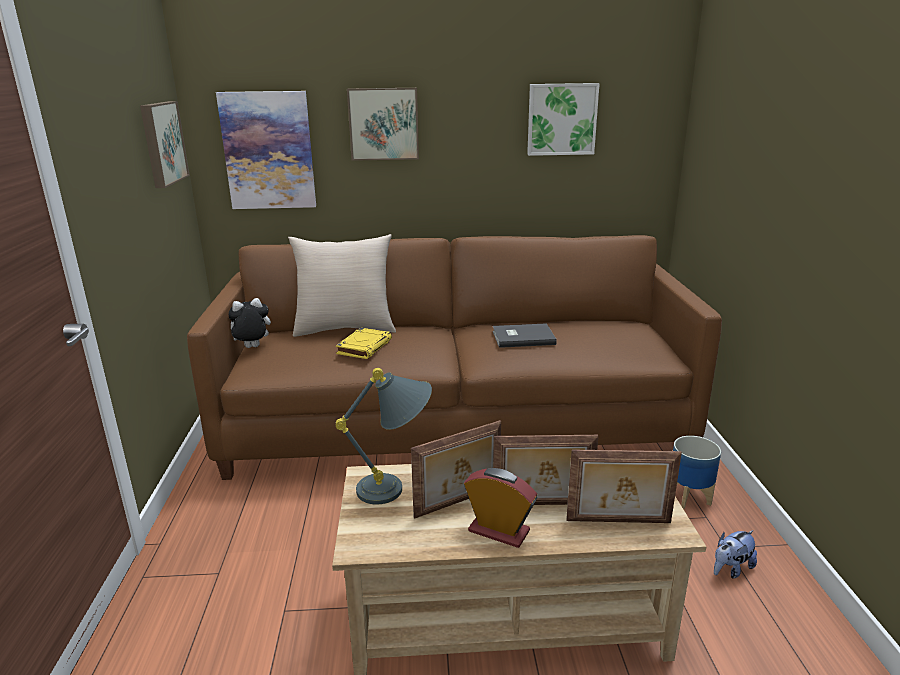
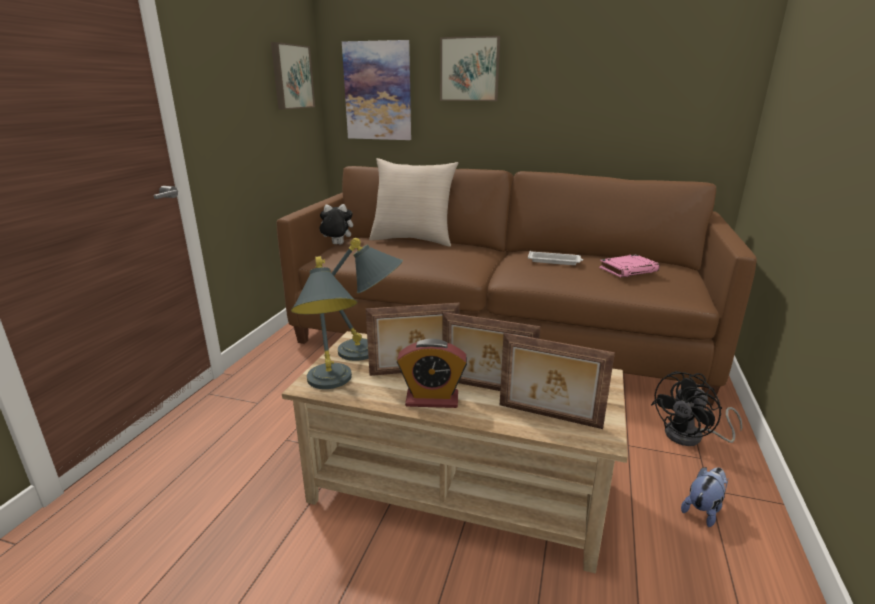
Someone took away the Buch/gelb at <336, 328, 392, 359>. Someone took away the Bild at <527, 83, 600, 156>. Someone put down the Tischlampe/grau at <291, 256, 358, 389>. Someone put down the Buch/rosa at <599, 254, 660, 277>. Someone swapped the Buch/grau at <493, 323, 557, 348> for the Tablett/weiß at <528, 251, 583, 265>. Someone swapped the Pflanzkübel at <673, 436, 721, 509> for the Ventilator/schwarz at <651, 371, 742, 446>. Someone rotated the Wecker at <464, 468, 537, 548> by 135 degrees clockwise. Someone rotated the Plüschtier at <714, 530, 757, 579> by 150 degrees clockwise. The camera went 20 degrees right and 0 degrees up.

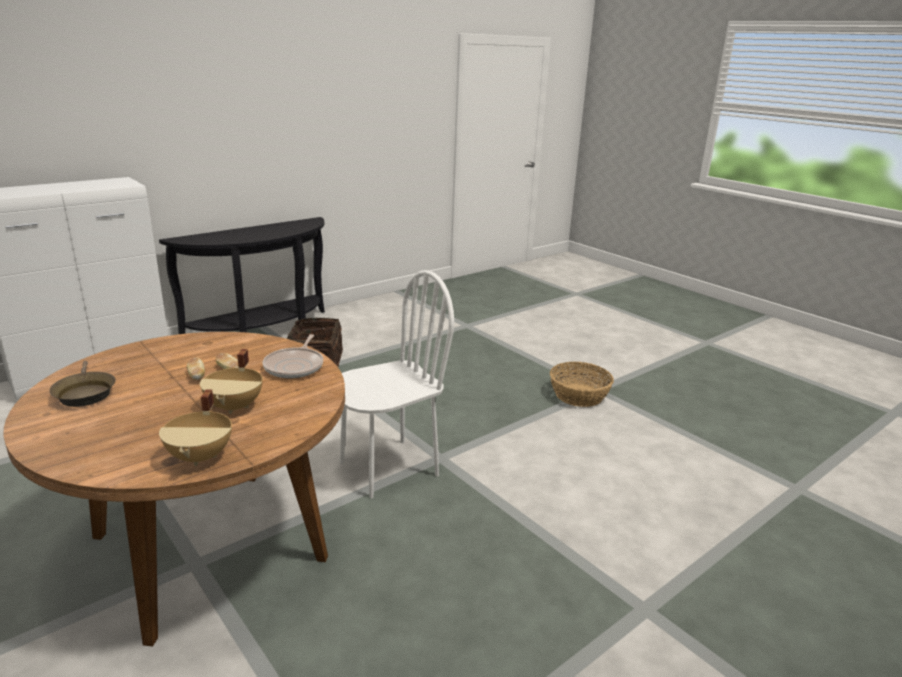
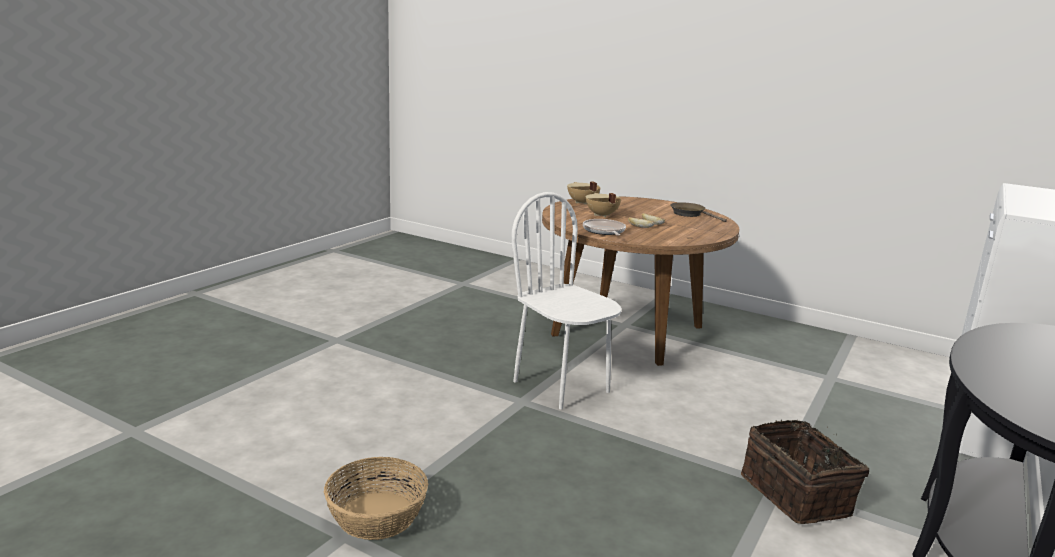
Someone rotated the Stuhl/weiß at <340, 270, 454, 498> by 105 degrees clockwise. The camera went 160 degrees right and 5 degrees down.

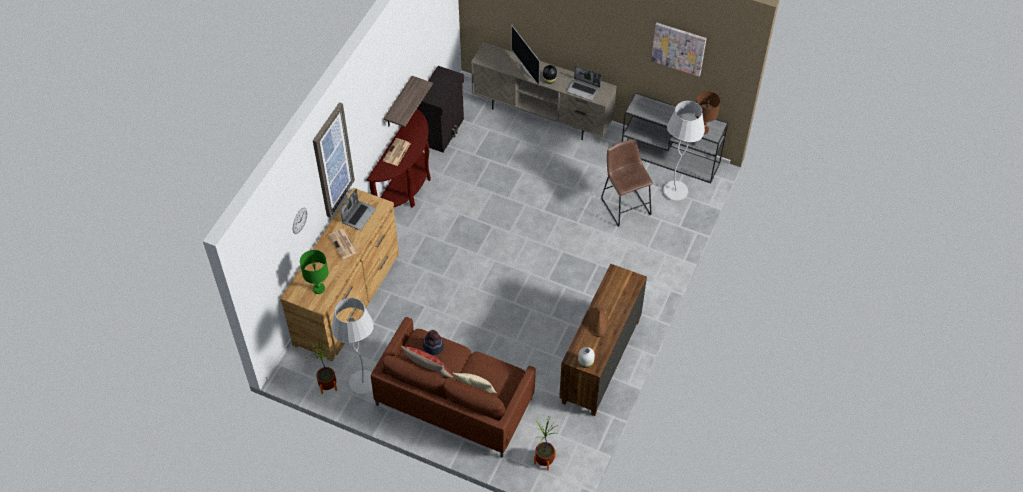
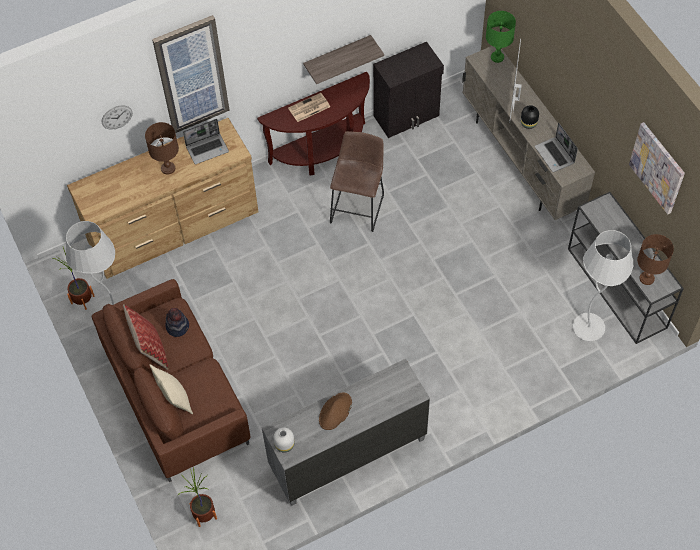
Someone carried the Tischlampe/grün from <300, 250, 329, 294> to <486, 11, 516, 63>. Someone carried the Hocker/braun from <601, 139, 653, 227> to <330, 131, 384, 232>. Someone swapped the Zeitung at <329, 229, 358, 259> for the Tischlampe/braun at <145, 122, 179, 174>. Someone repainted the Kommode/braun at <559, 264, 647, 416>, which became the Kommode/grau at <262, 359, 430, 506>. The camera went 40 degrees right and 5 degrees up.

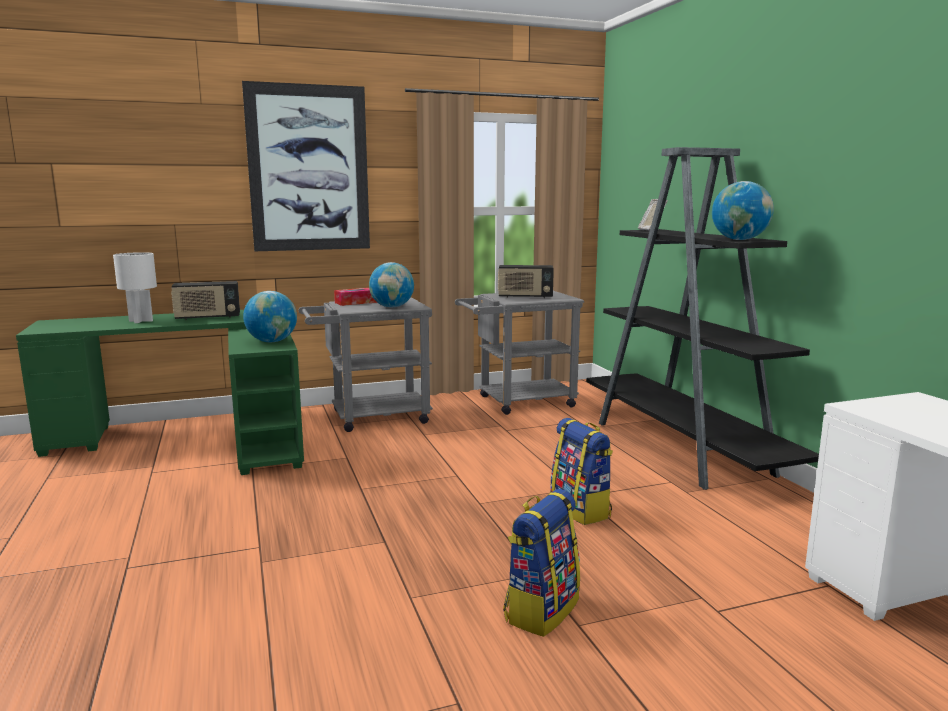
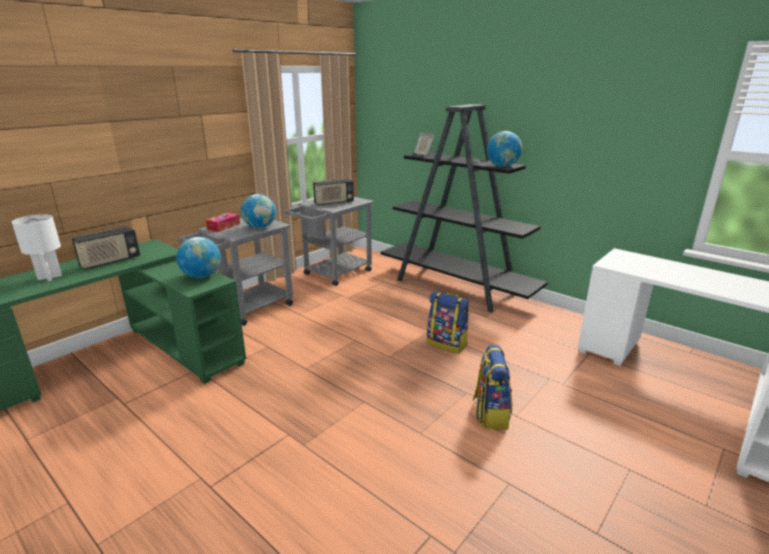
Someone took away the Bild at <242, 81, 370, 251>. The camera went 30 degrees left and 10 degrees up.

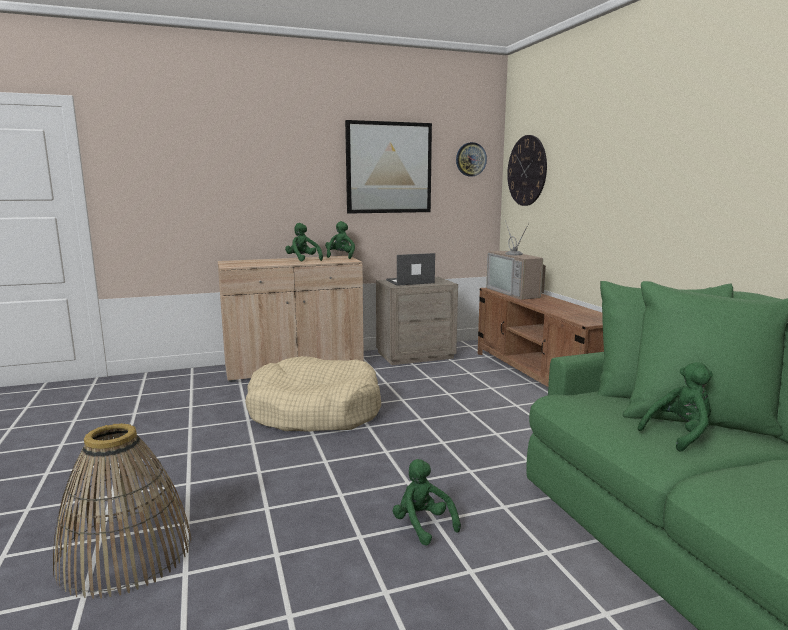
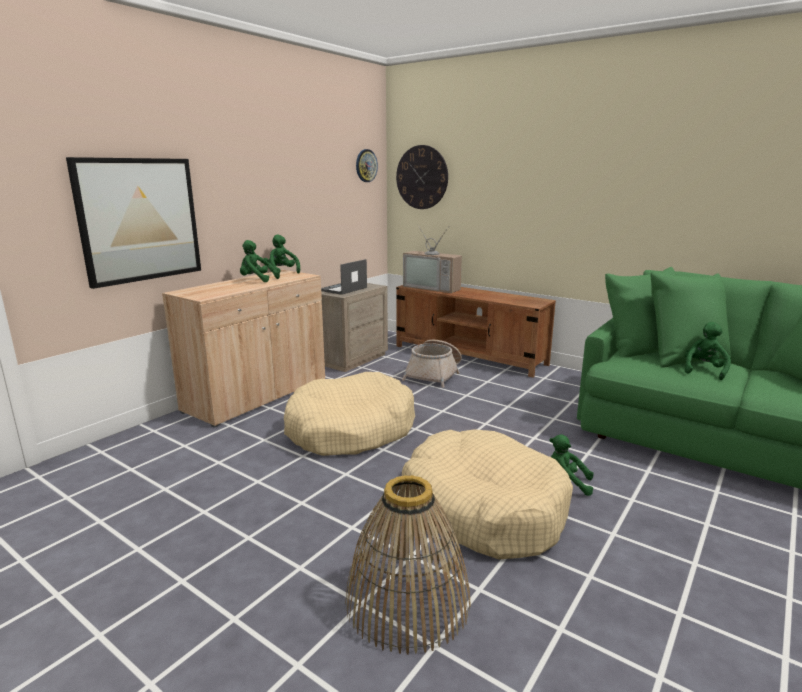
Someone put down the Korb at <402, 340, 462, 388>. Someone put down the Hundebett/beige at <402, 429, 573, 559>. Someone carried the Bild from <345, 120, 432, 214> to <66, 157, 201, 289>. The camera went 35 degrees left and 5 degrees up.

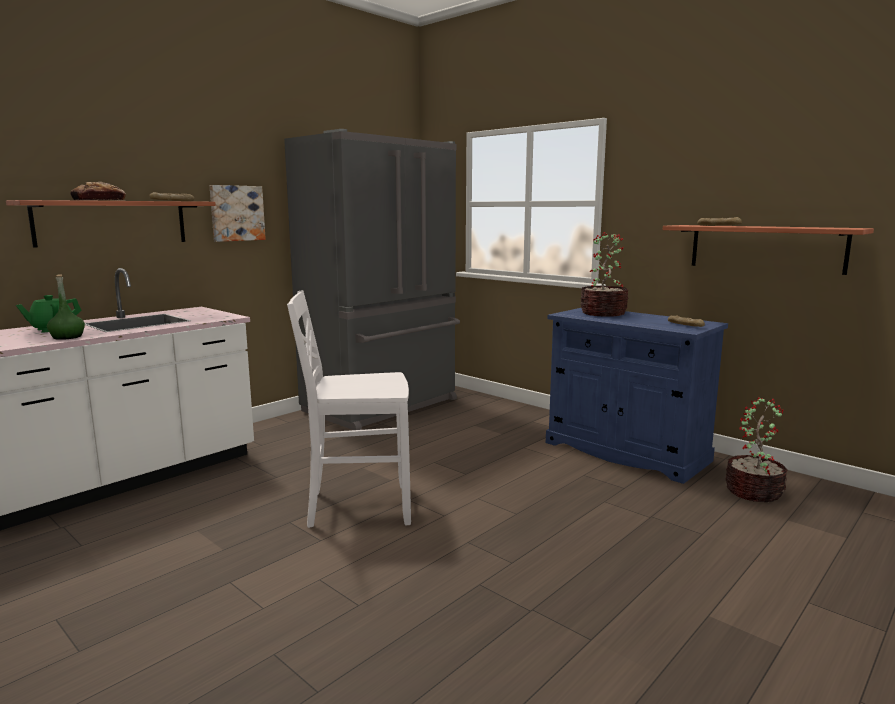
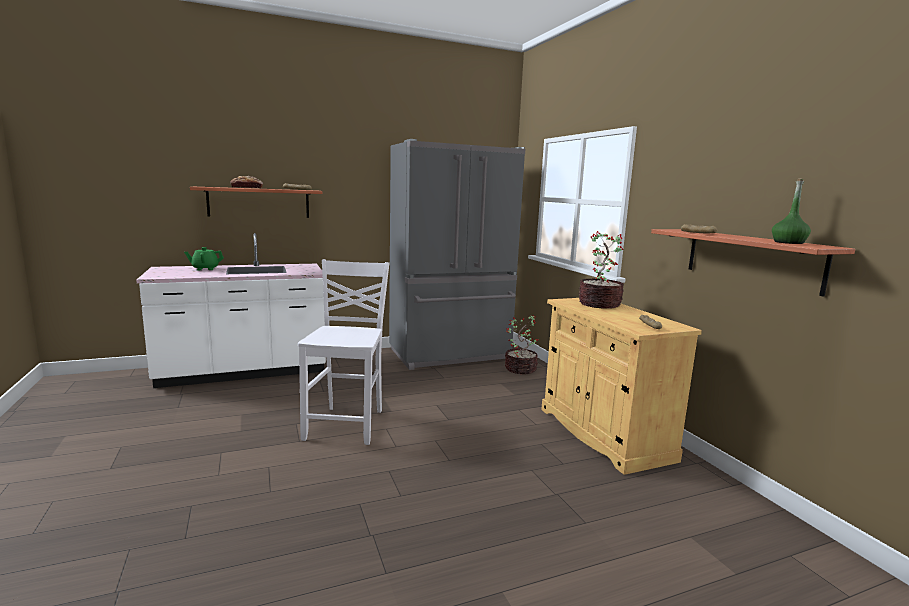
Someone took away the Bild at <209, 185, 266, 242>. Someone carried the Flasche/grün from <47, 274, 85, 340> to <772, 179, 811, 244>. Someone carried the Topfpflanze from <725, 397, 787, 502> to <505, 315, 538, 374>. Someone repainted the Schrank/blau at <546, 308, 728, 484>, which became the Schrank/beige at <541, 298, 702, 475>. Someone rotated the Stuhl/weiß at <287, 290, 411, 528> by 75 degrees clockwise. The camera went 25 degrees right and 0 degrees up.

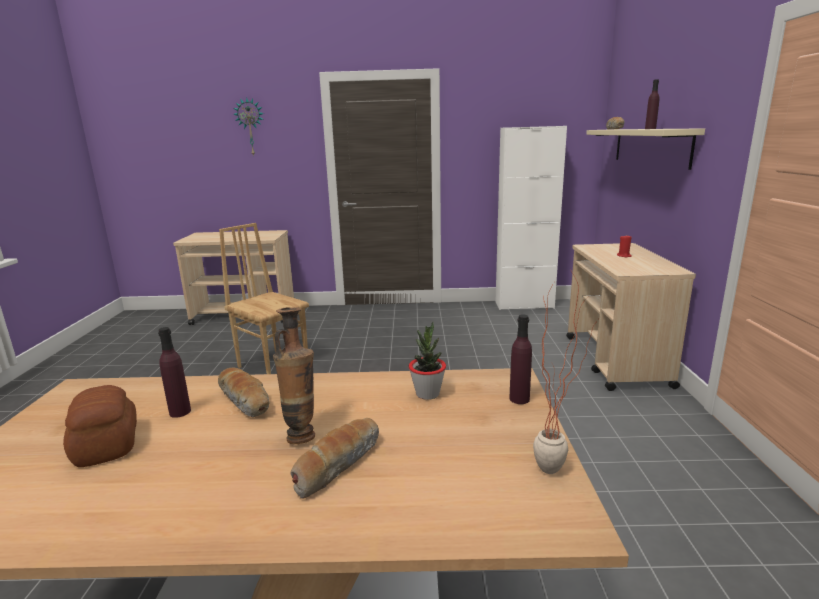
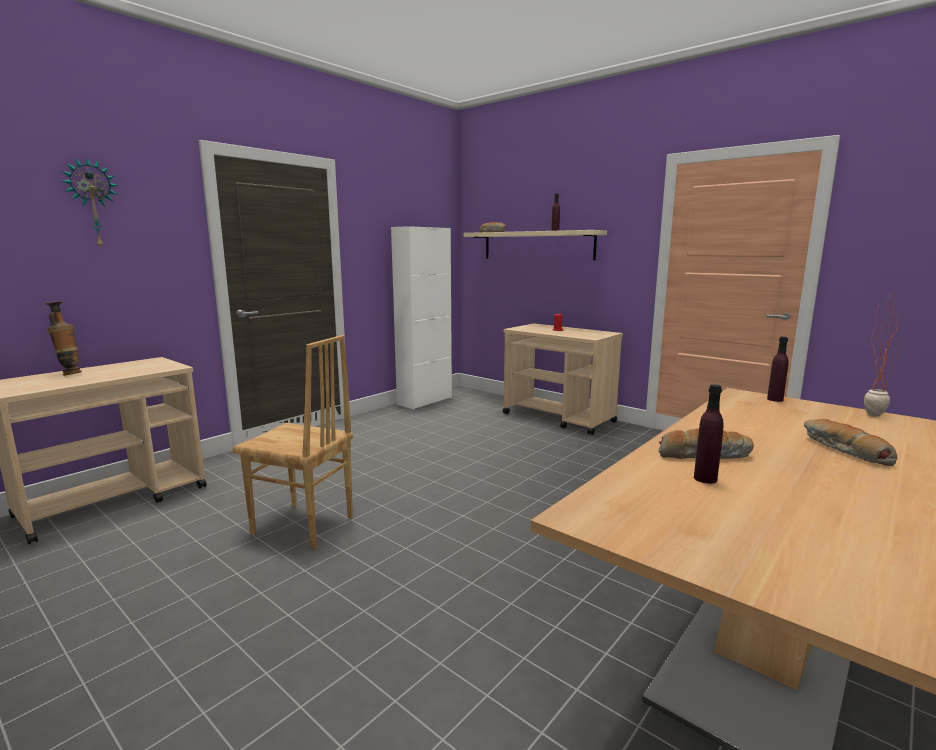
Someone took away the Brot at <63, 385, 137, 467>. Someone took away the Topfpflanze at <409, 321, 446, 400>. Someone carried the Vase from <273, 307, 315, 444> to <45, 301, 82, 376>. Someone rotated the Stuhl/braun at <219, 223, 309, 374> by 150 degrees counterclockwise. The camera went 50 degrees left and 5 degrees down.

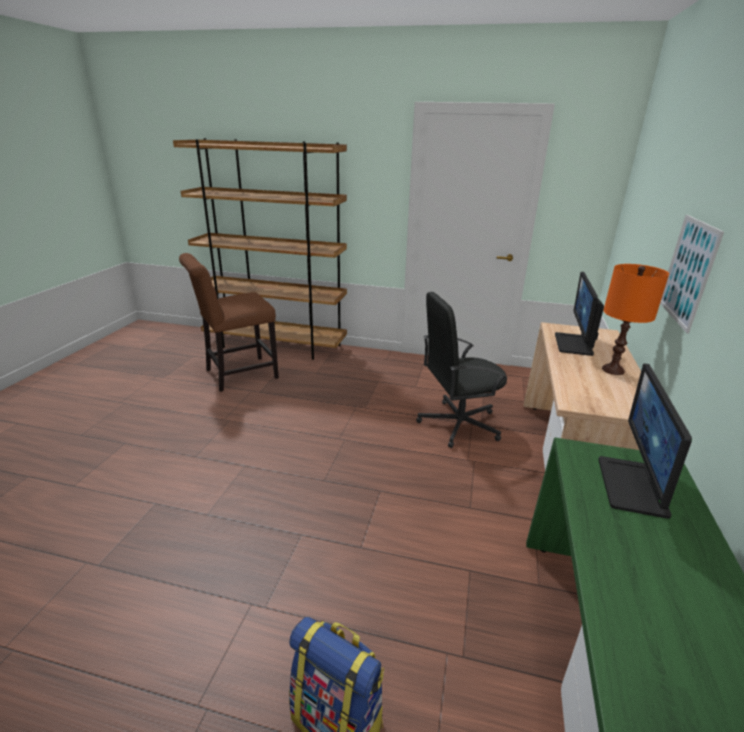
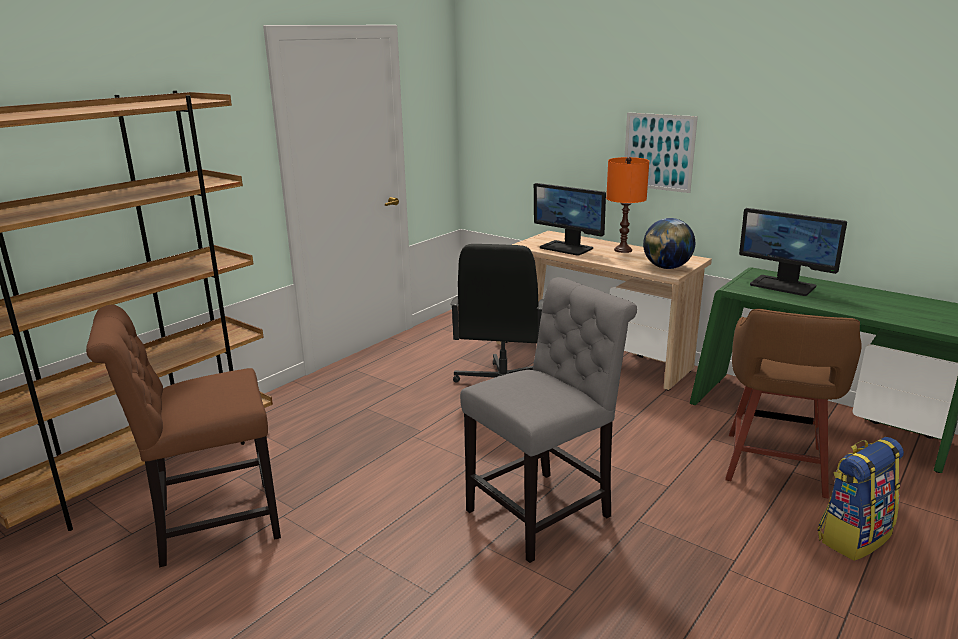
Someone put down the Stuhl/grau at <460, 277, 637, 563>. Someone put down the Globus at <643, 218, 695, 269>. Someone put down the Hocker/braun at <725, 308, 862, 498>. Someone rotated the Stuhl/braun at <179, 253, 279, 392> by 75 degrees clockwise. The camera went 65 degrees left and 5 degrees down.

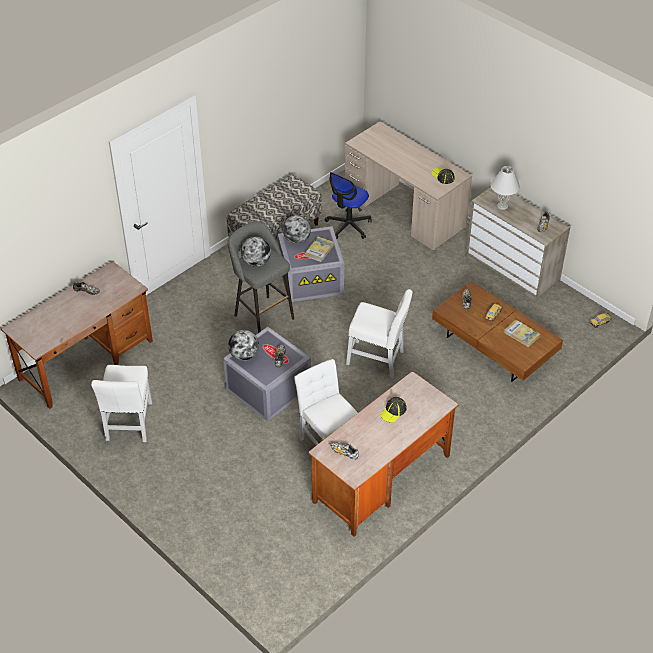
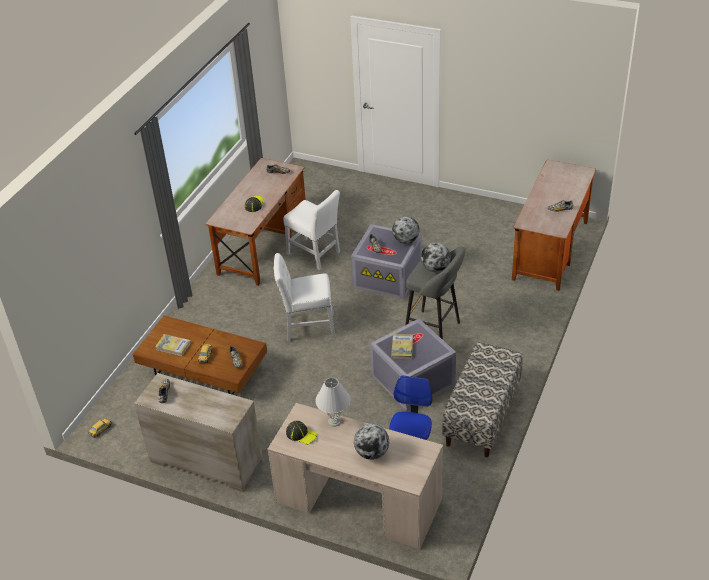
Someone took away the Stuhl/weiß at <91, 365, 152, 442>. Someone carried the Globus from <283, 215, 311, 244> to <354, 424, 389, 460>. Someone carried the Tischlampe/weiß from <491, 166, 520, 210> to <315, 378, 351, 427>. The camera went 160 degrees right and 5 degrees down.

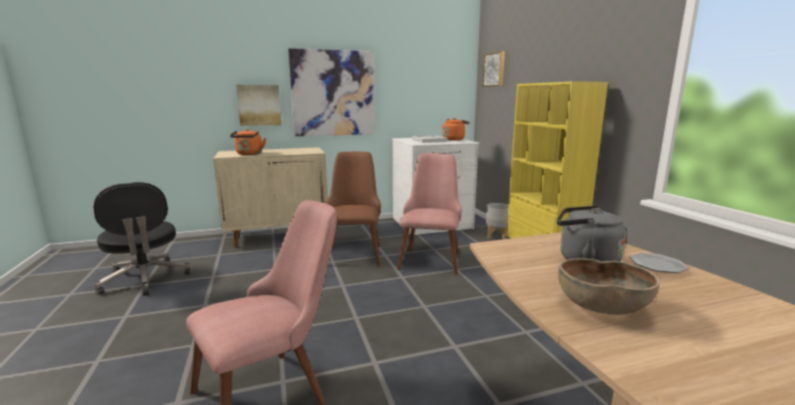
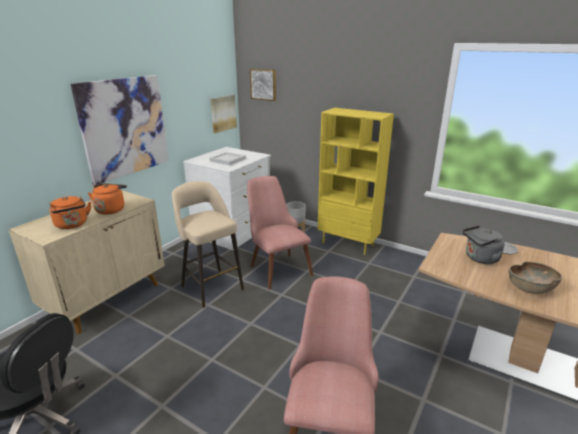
Someone carried the Bild from <236, 85, 281, 126> to <211, 95, 237, 133>. Someone carried the Wasserkessel/orange from <442, 118, 470, 141> to <88, 183, 127, 214>. Someone swapped the Stuhl/braun at <325, 152, 381, 267> for the Hocker/beige at <172, 181, 244, 308>. The camera went 40 degrees left and 10 degrees up.

